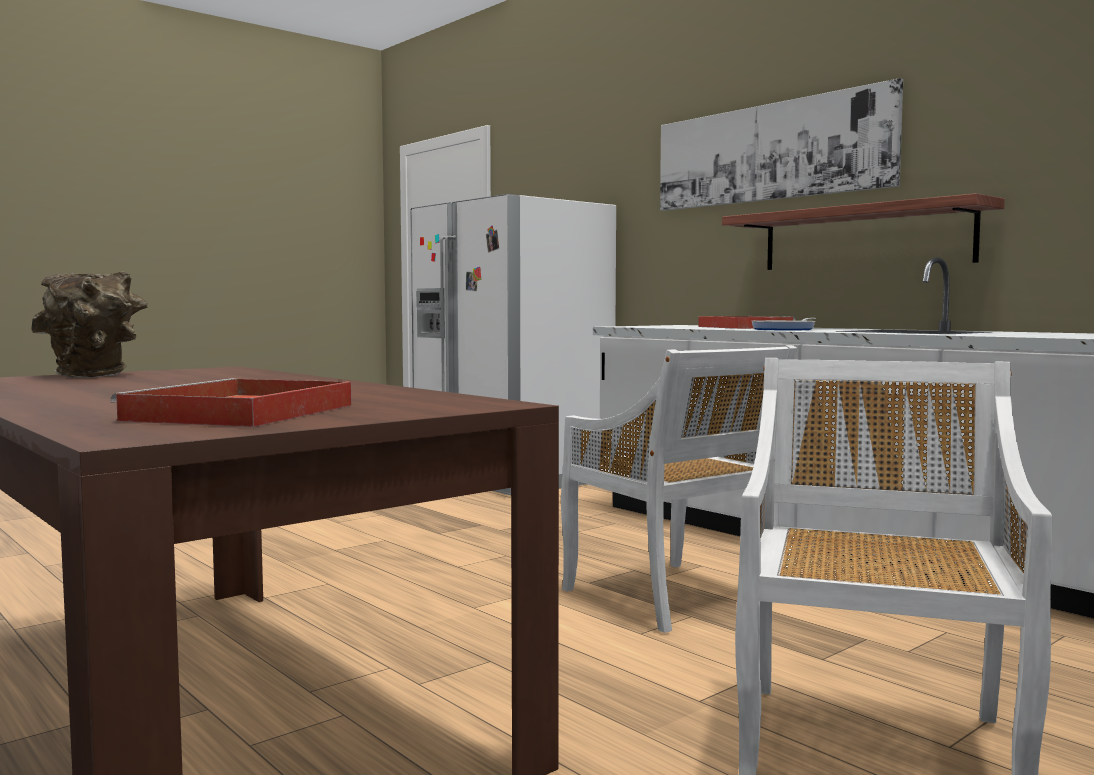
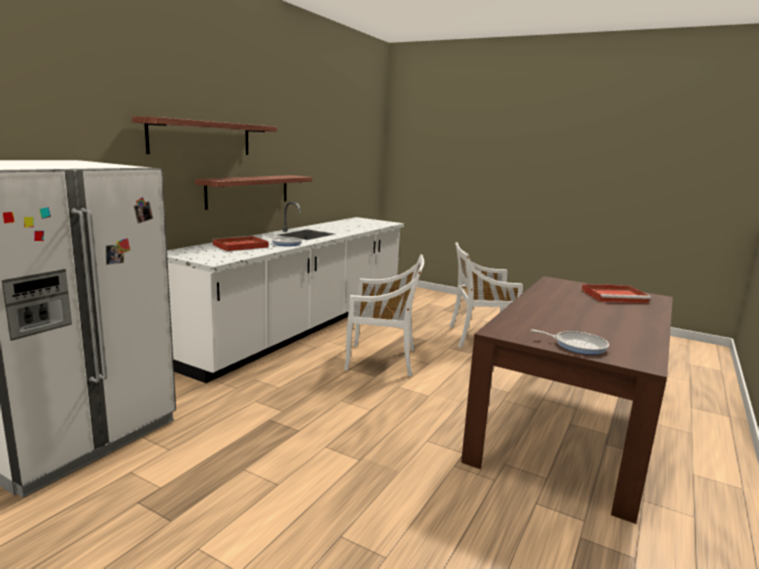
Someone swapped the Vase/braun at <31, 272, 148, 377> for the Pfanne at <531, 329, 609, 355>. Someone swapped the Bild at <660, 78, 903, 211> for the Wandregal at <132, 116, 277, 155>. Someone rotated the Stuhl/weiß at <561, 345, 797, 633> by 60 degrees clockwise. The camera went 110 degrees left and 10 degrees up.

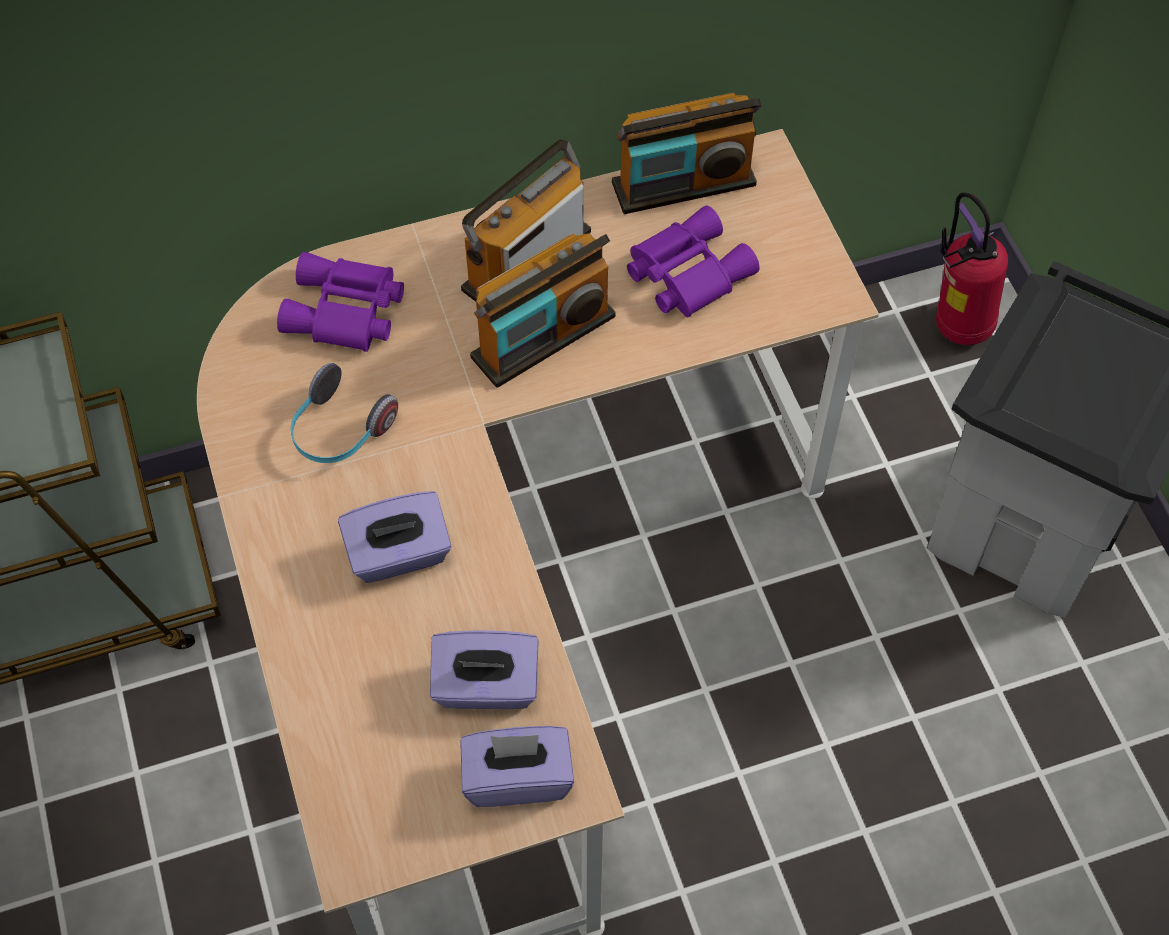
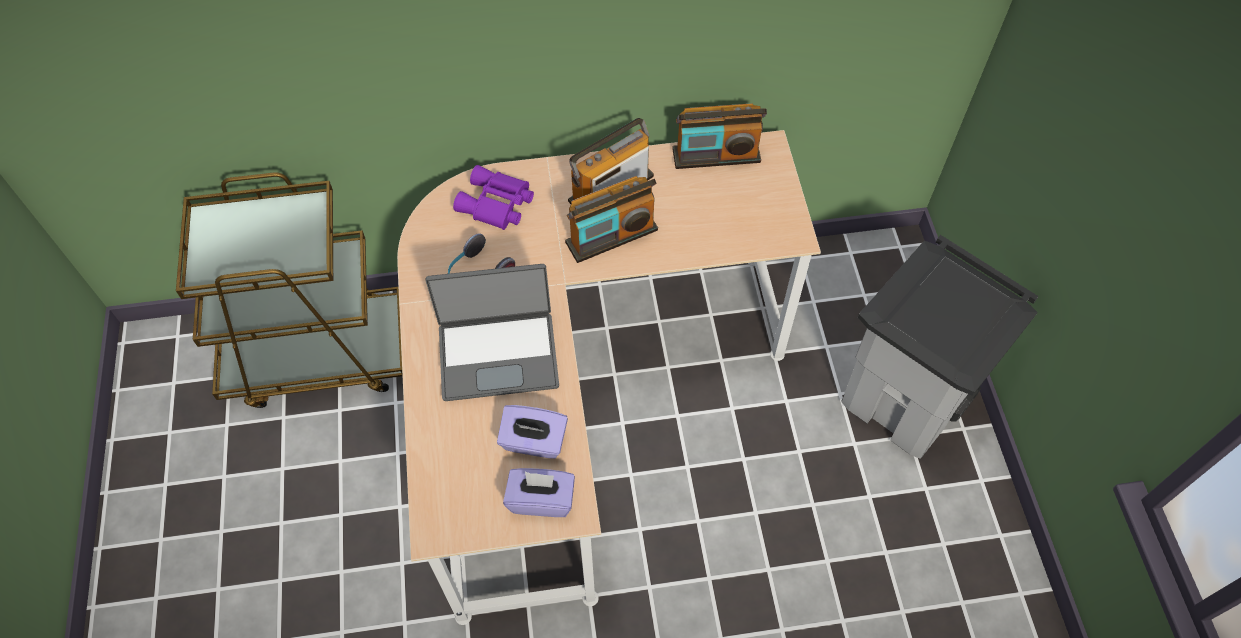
Someone took away the Fernglas/lila at <627, 205, 760, 318>. Someone took away the Feuerlöscher at <936, 193, 1008, 345>. Someone swapped the Taschentuchbox/lila at <338, 491, 451, 583> for the Laptop at <426, 264, 559, 401>. The camera went 10 degrees right and 0 degrees up.

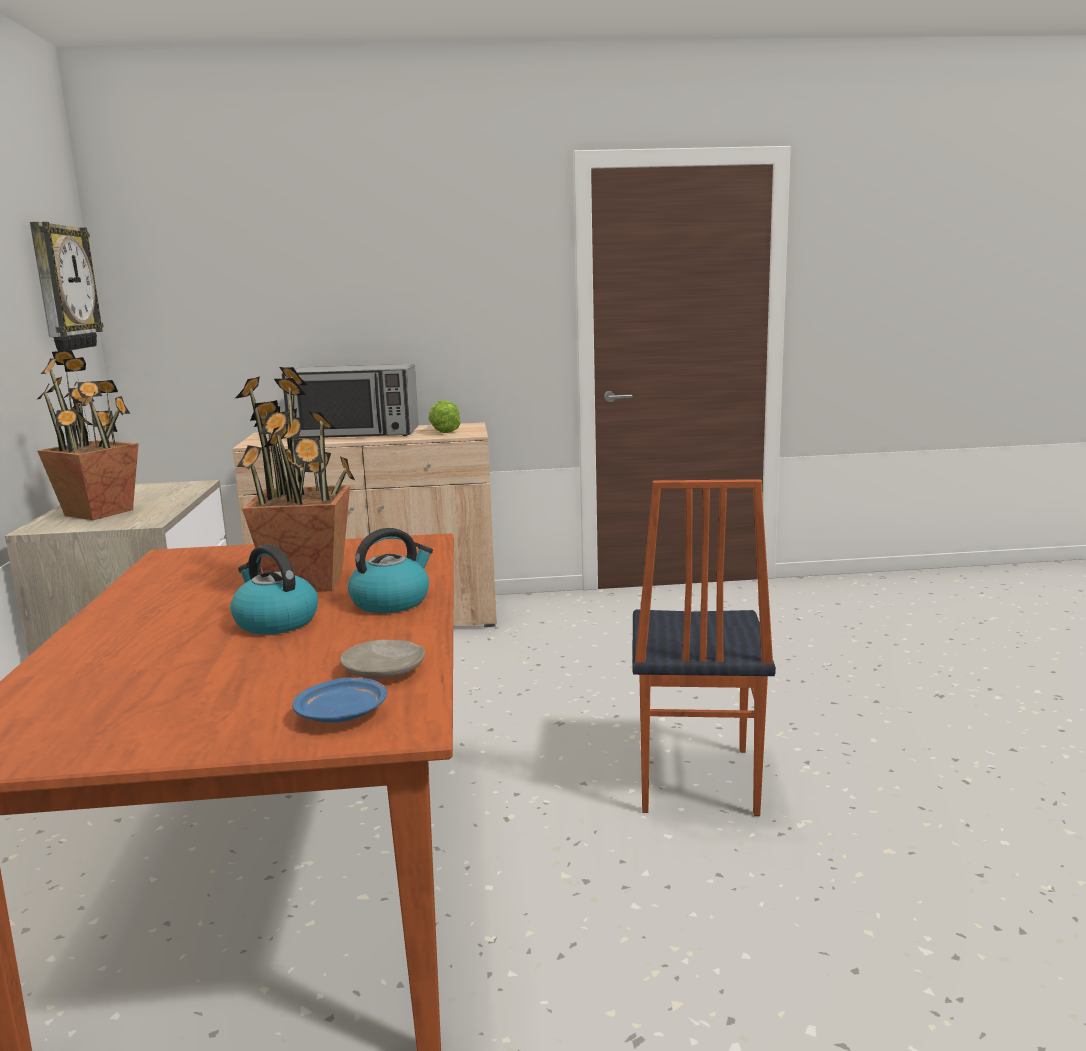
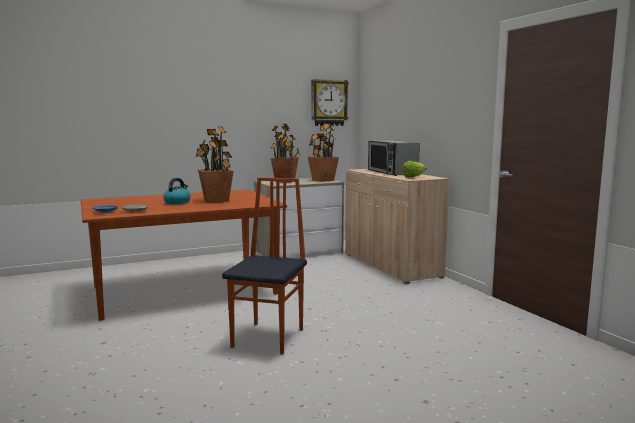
Someone took away the Wasserkessel at <348, 528, 433, 613>. Someone put down the Topfpflanze at <308, 124, 339, 182>. Someone rotated the Stuhl at <632, 479, 776, 816> by 120 degrees clockwise. The camera went 70 degrees right and 5 degrees down.

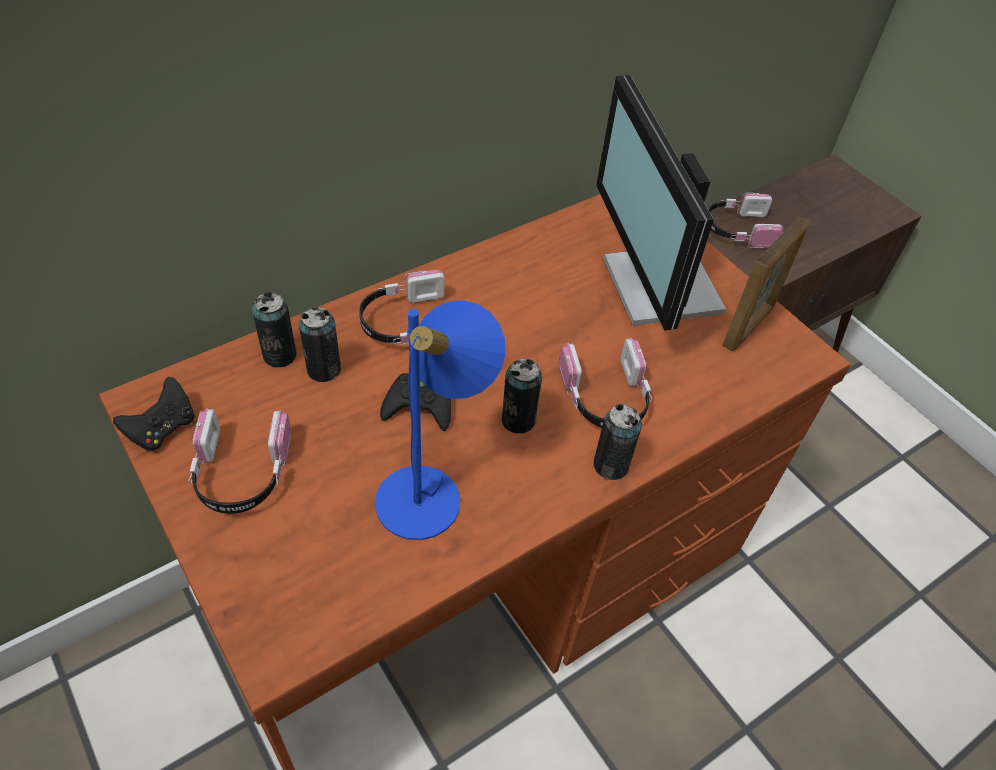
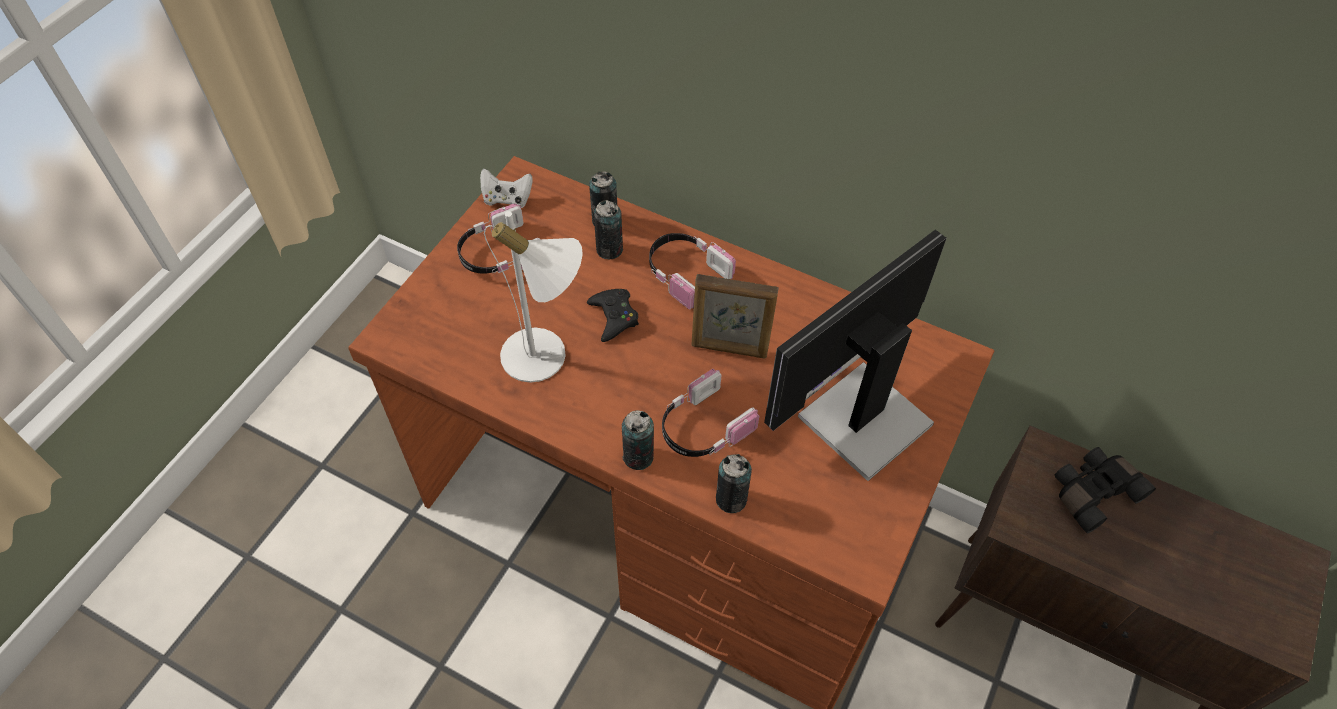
Someone carried the Dose from <502, 358, 542, 434> to <716, 454, 752, 513>. Someone carried the Bilderrahmen from <722, 217, 808, 351> to <692, 274, 779, 358>. Someone swapped the Kopfhörer at <708, 193, 783, 248> for the Fernglas/schwarz at <1054, 447, 1156, 534>. Someone repainted the Gamepad/schwarz at <113, 377, 195, 451>, which became the Gamepad/weiß at <480, 169, 532, 208>. Someone repainted the Tischlampe/blau at <375, 300, 506, 540>, which became the Tischlampe/weiß at <484, 211, 583, 383>. The camera went 65 degrees right and 5 degrees up.

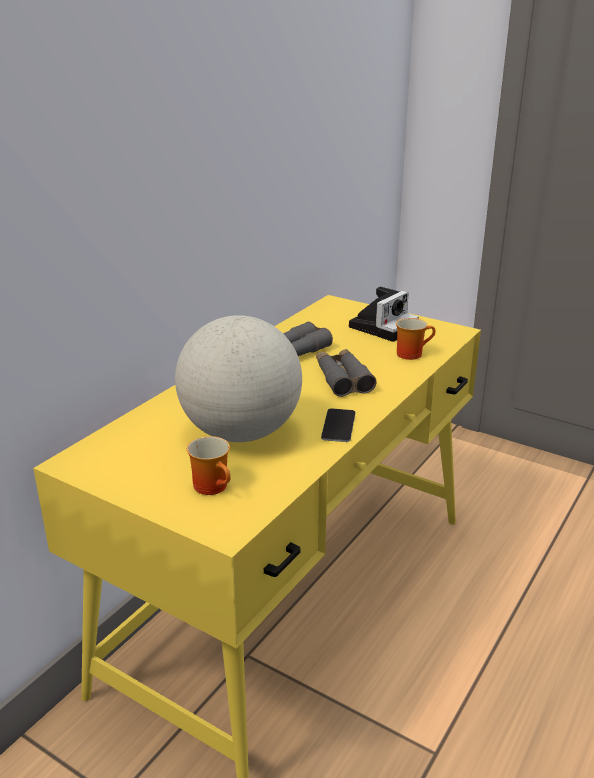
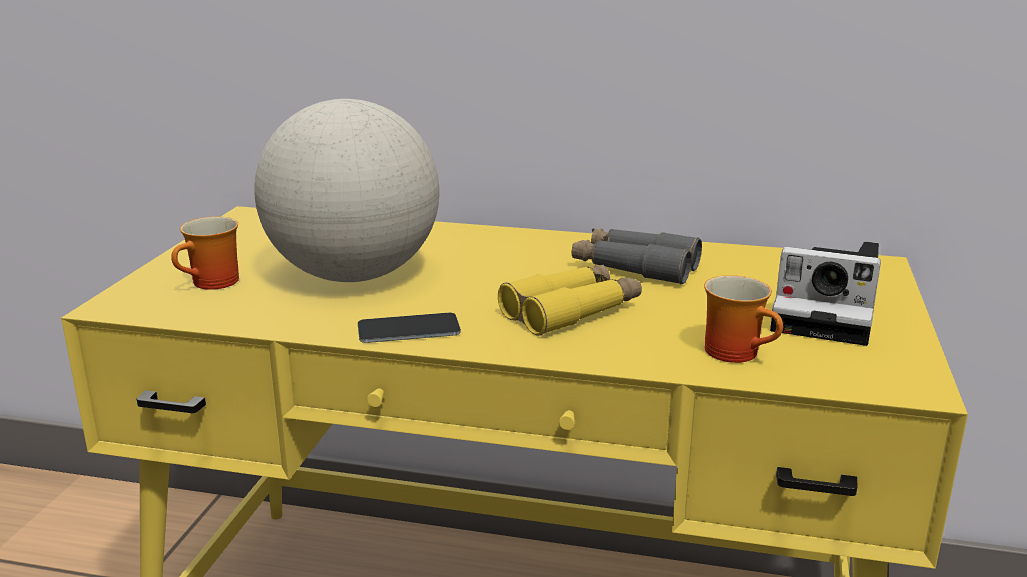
Someone repainted the Fernglas/grau at <316, 349, 376, 397>, which became the Fernglas/gelb at <498, 264, 642, 336>. The camera went 70 degrees right and 5 degrees down.

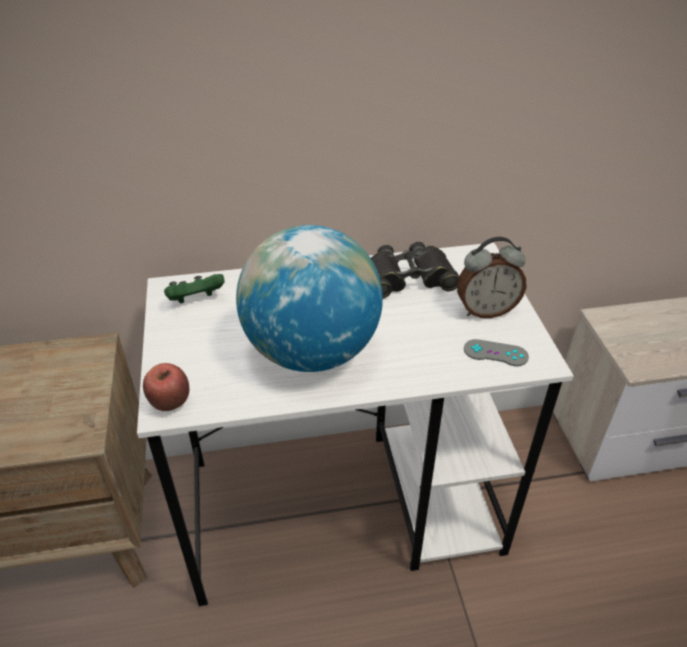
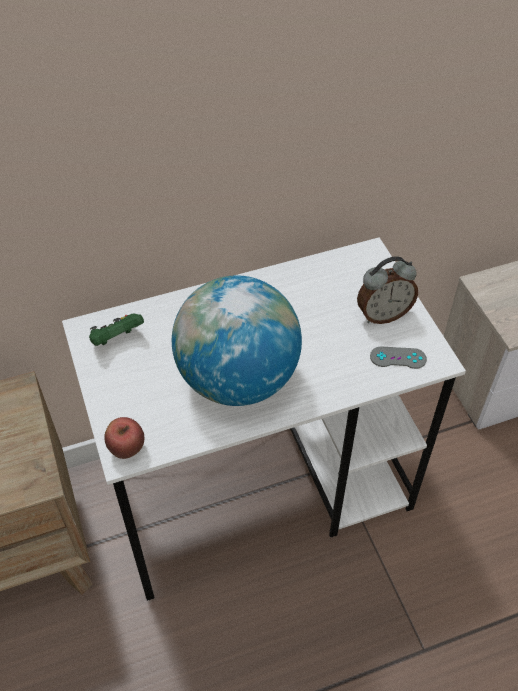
Someone took away the Fernglas/schwarz at <371, 242, 459, 299>. The camera went 10 degrees left and 10 degrees up.

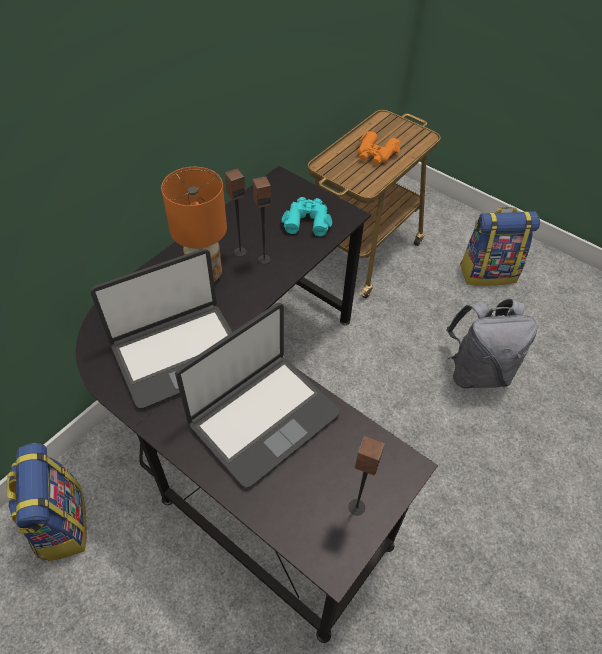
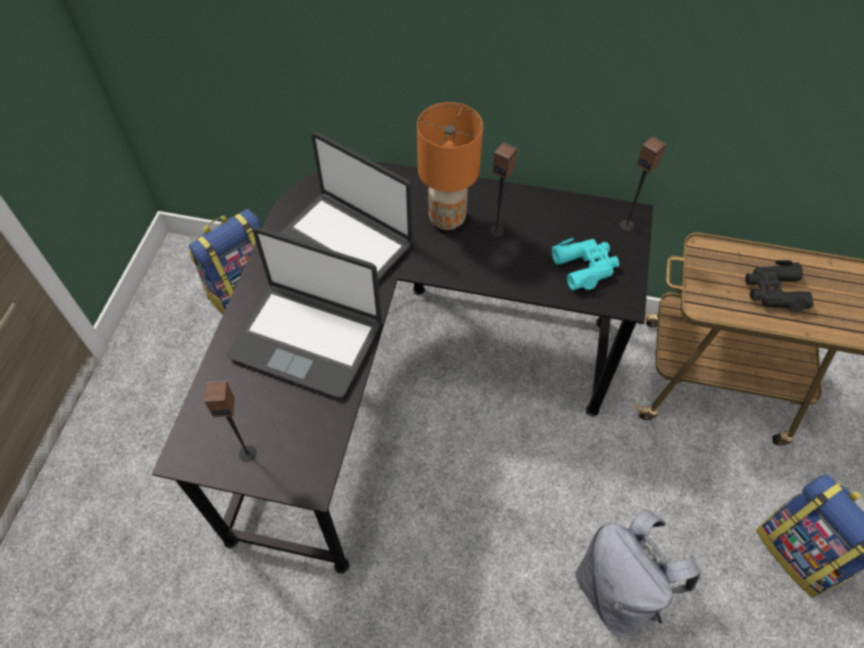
Someone carried the Lautsprecher from <253, 177, 271, 264> to <620, 136, 666, 231>. Someone repainted the Fernglas/orange at <357, 131, 401, 165>, which became the Fernglas/schwarz at <745, 260, 814, 313>. The camera went 65 degrees right and 5 degrees up.

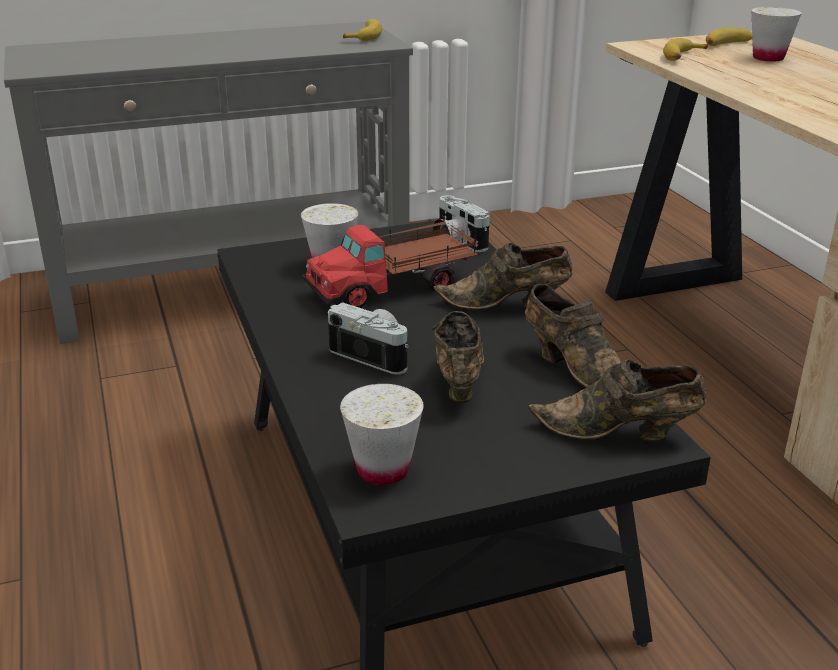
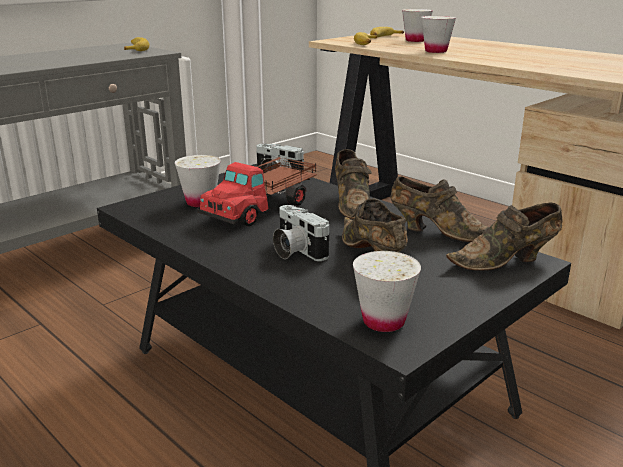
Someone put down the Tasse/weiß at <421, 16, 456, 53>. Someone rotated the Kamera at <328, 302, 409, 374> by 135 degrees counterclockwise. Someone rotated the Schuh/braun at <433, 243, 573, 310> by 75 degrees counterclockwise. The camera went 25 degrees left and 5 degrees down.

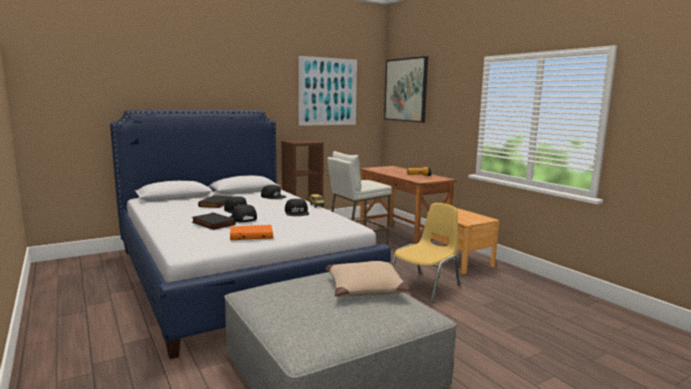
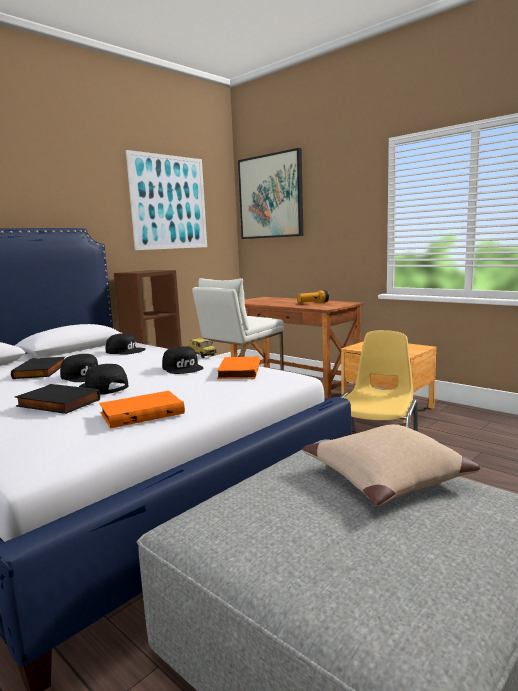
Someone put down the Buch/orange at <217, 356, 260, 379>. The camera went 15 degrees left and 0 degrees up.

